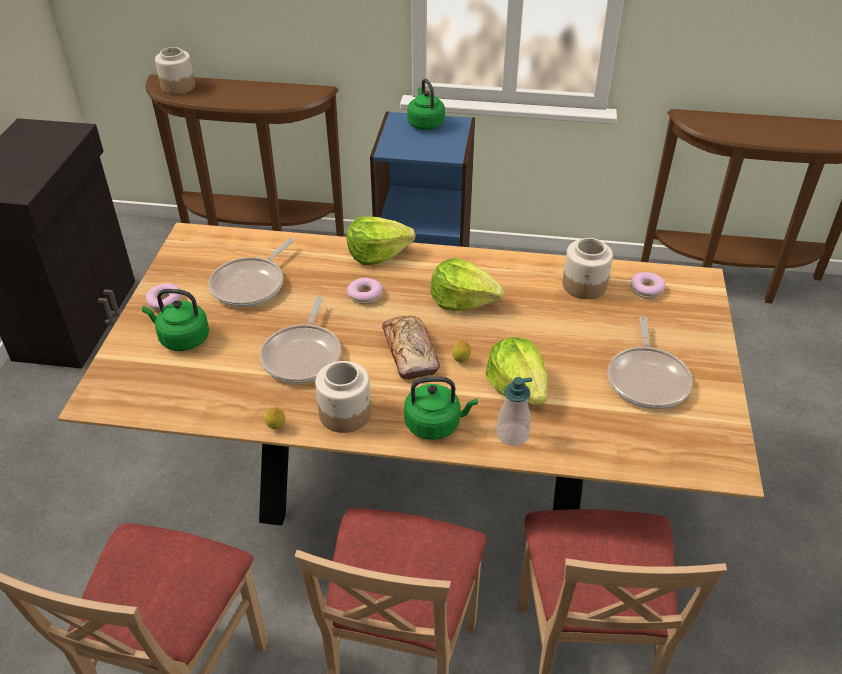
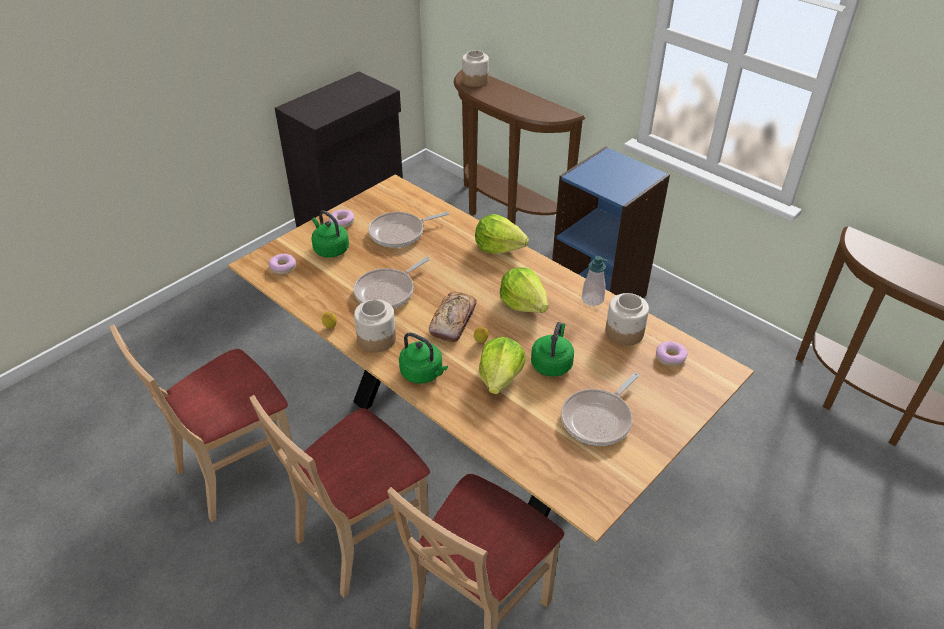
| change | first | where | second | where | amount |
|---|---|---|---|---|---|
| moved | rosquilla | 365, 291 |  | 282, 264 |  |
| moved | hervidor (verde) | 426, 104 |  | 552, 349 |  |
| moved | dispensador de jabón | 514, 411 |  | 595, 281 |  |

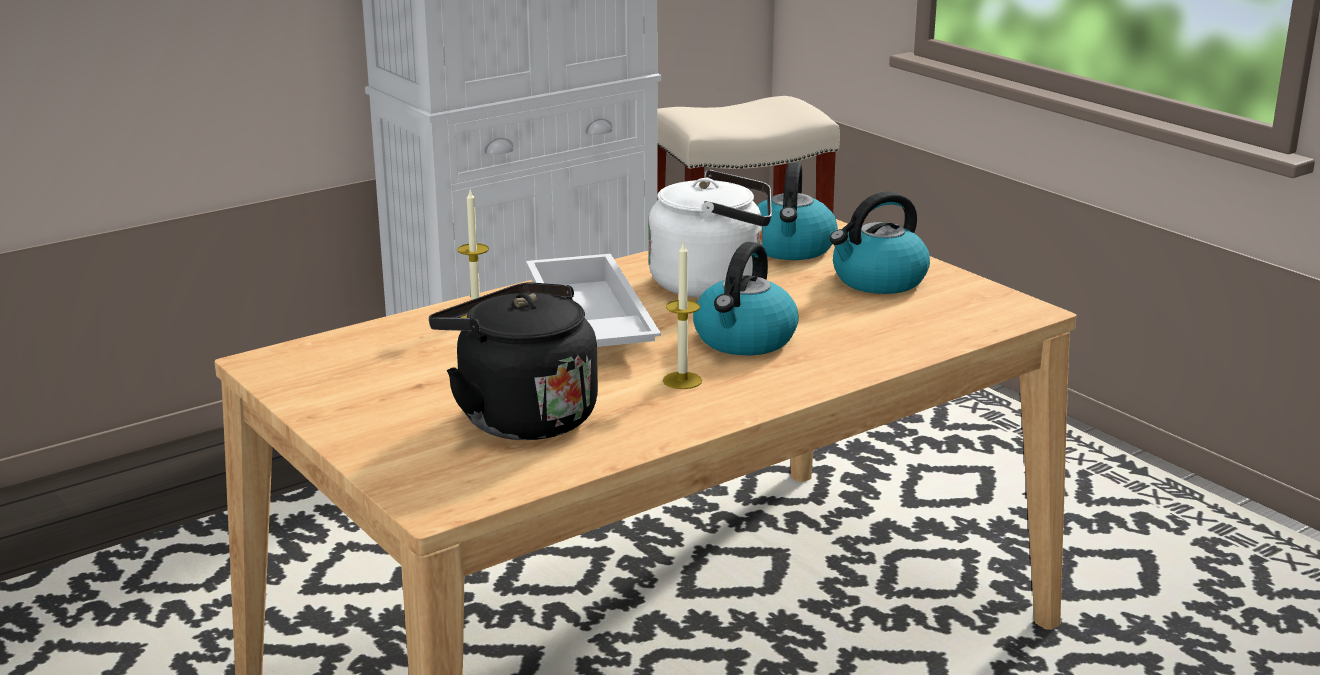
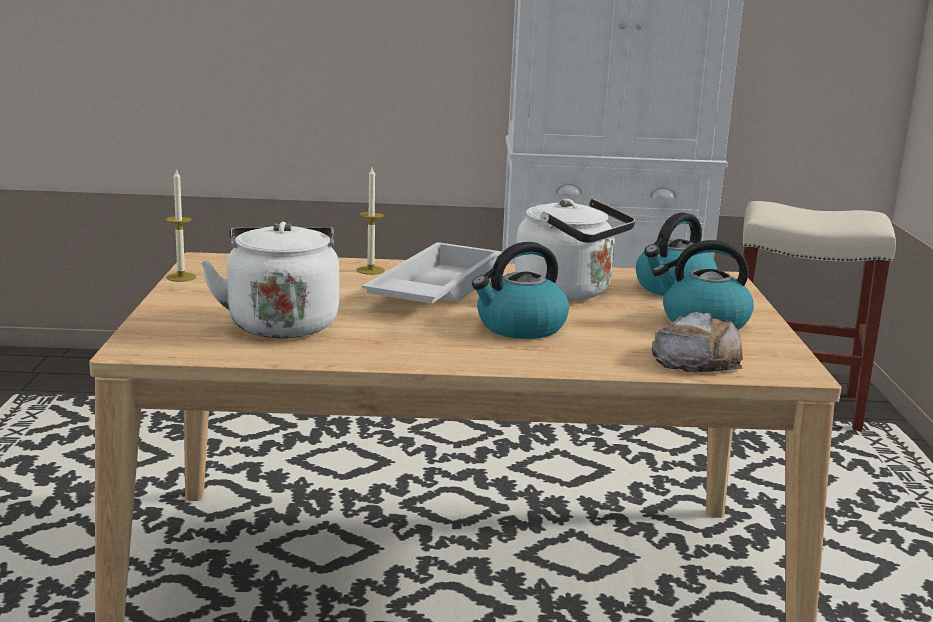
| change | first | where | second | where | amount |
|---|---|---|---|---|---|
| moved | vela | 682, 315 |  | 181, 225 |  |
| recoloured | hervidor (negro) | 513, 361 | hervidor (blanco) | 269, 280 |  |
| added |  |  | pan | 697, 342 |  |

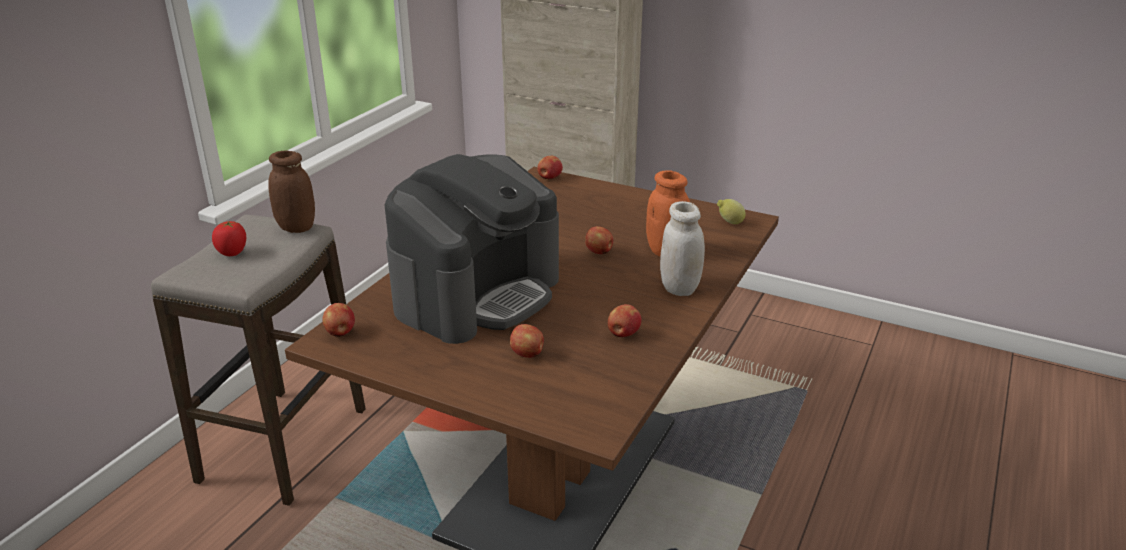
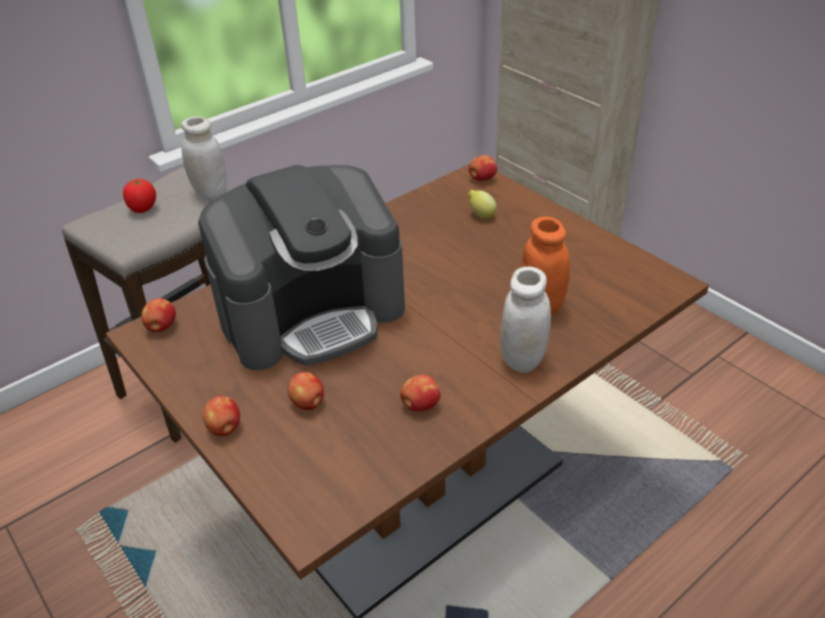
| change | first | where | second | where | amount |
|---|---|---|---|---|---|
| recoloured | tarro (marrón) | 291, 191 | tarro (blanco) | 204, 158 |  |
| moved | manzana | 599, 240 |  | 221, 416 |  |
| moved | limón | 731, 211 |  | 482, 204 |  |

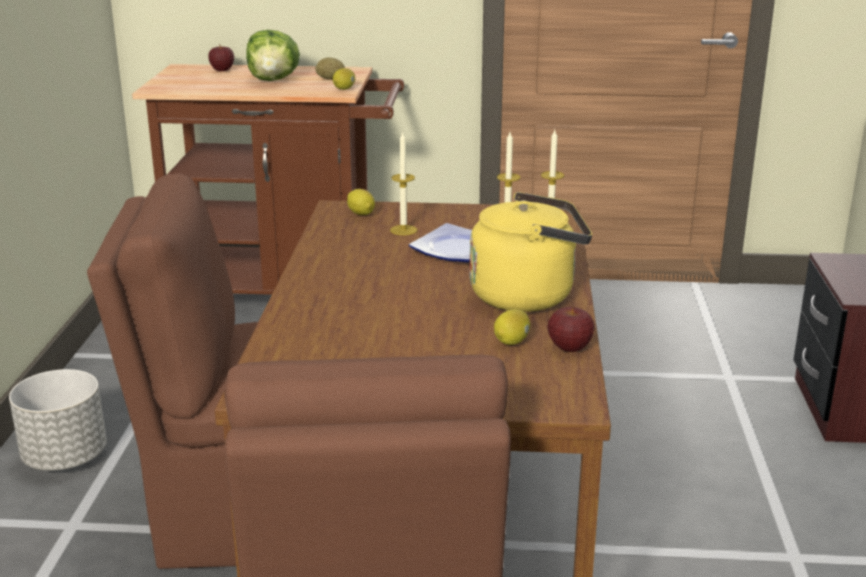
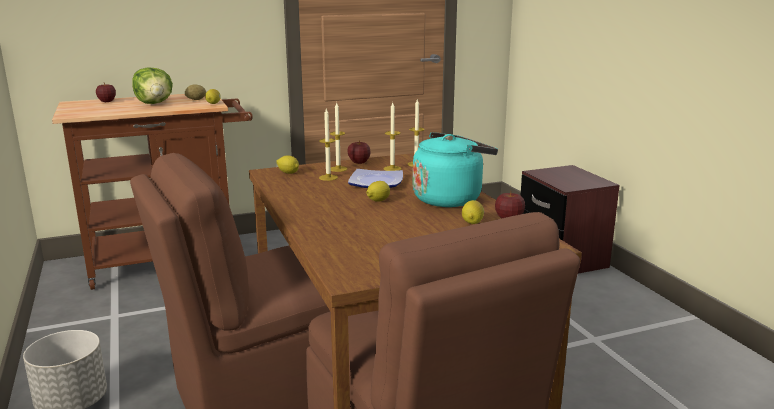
| change | first | where | second | where | amount |
|---|---|---|---|---|---|
| added |  |  | vela | 338, 137 |  |
| added |  |  | manzana | 359, 152 |  |
| added |  |  | limón | 378, 191 |  |
| recoloured | hervidor (amarillo) | 531, 252 | hervidor (turquesa) | 455, 169 |  |

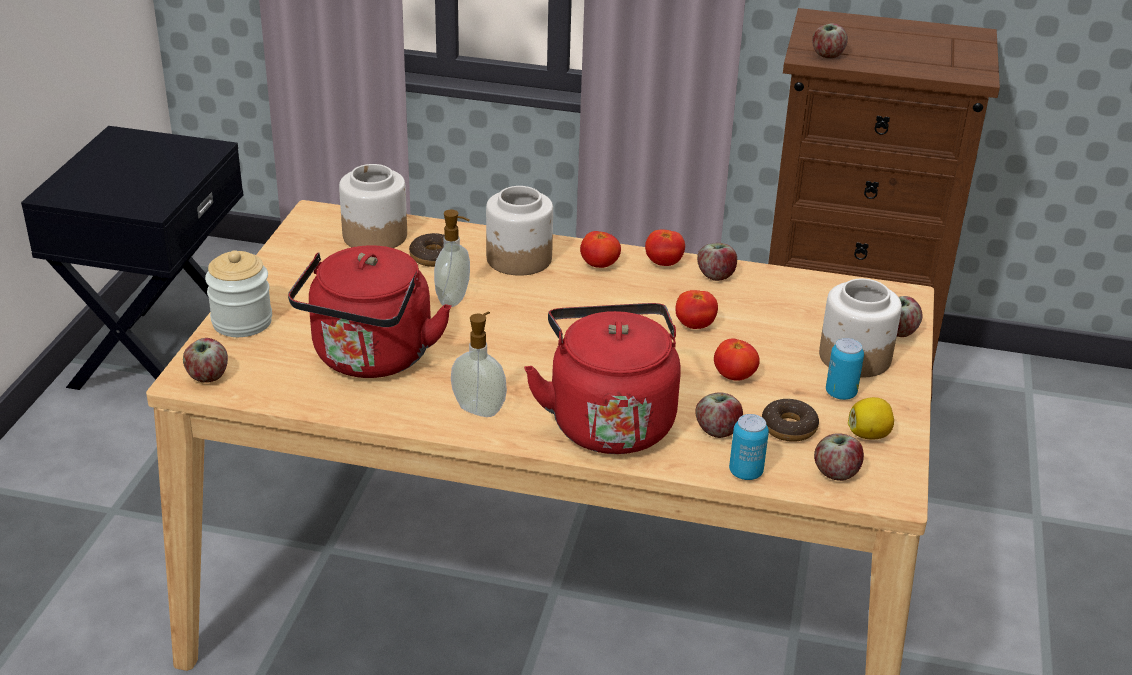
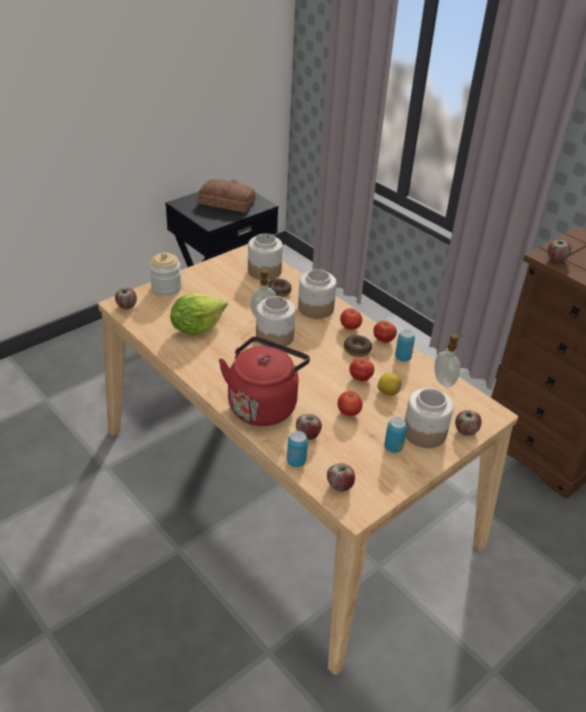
| change | first | where | second | where | amount |
|---|---|---|---|---|---|
| replaced | hervidor (rojo) | 370, 311 | lechuga | 198, 314 |  |
| added |  |  | pan | 227, 195 |  |
| added |  |  | tarro | 275, 321 |  |
| moved | rosquilla | 790, 420 |  | 358, 346 |  |
| moved | limón | 871, 418 |  | 390, 384 |  |
| replaced | manzana | 717, 262 | lata | 405, 345 |  |
| moved | dispensador de jabón | 479, 364 |  | 448, 360 |  |

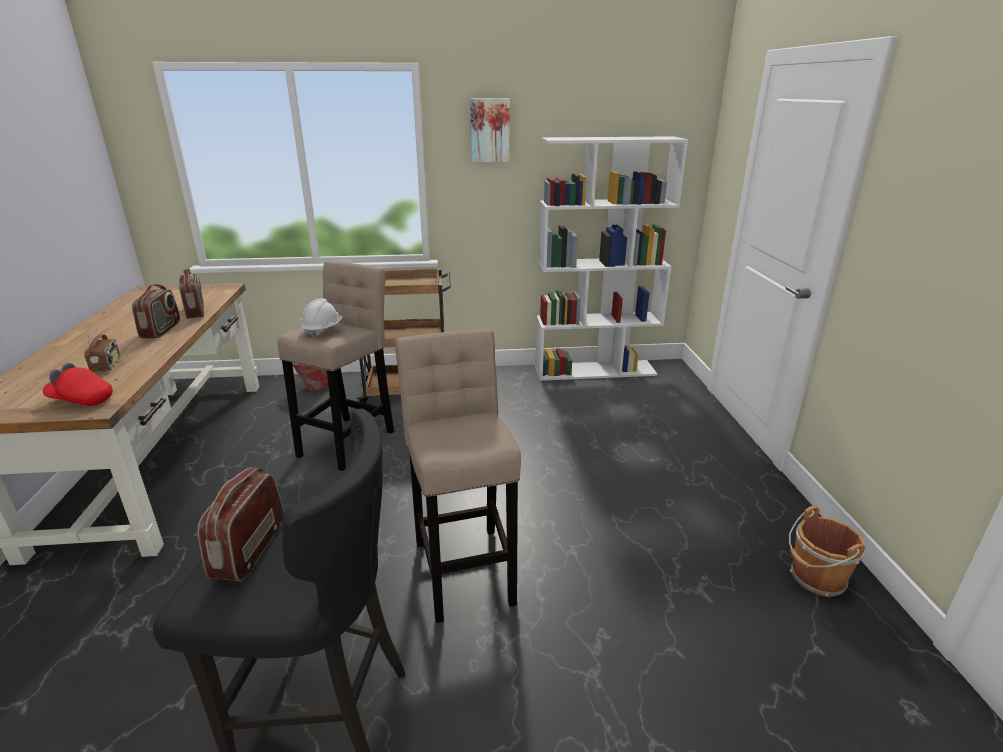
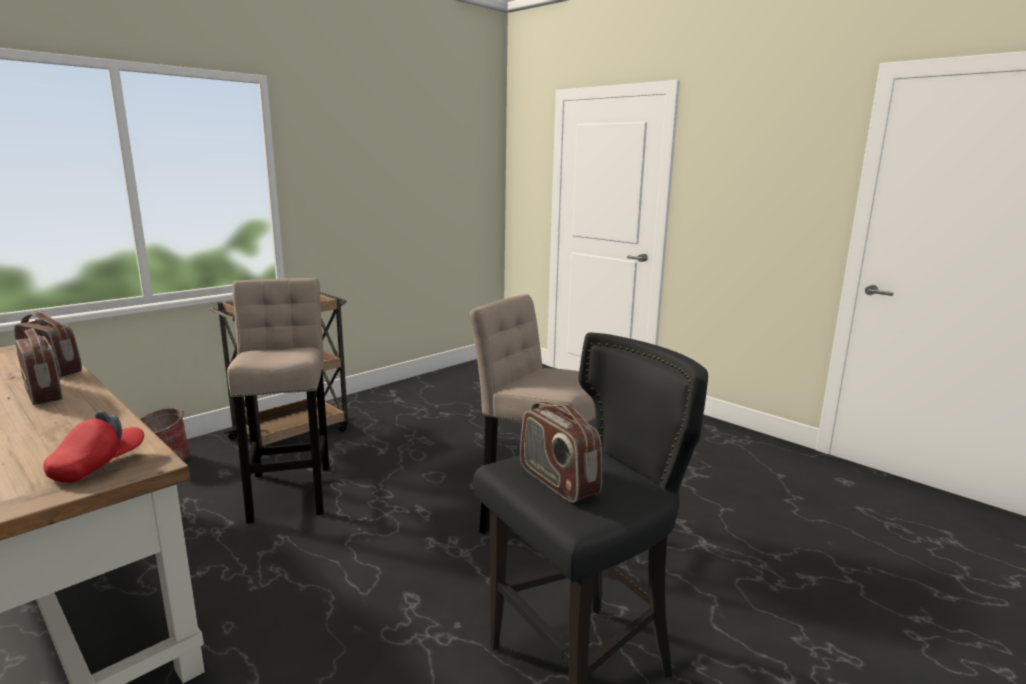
| change | first | where | second | where | amount |
|---|---|---|---|---|---|
| turned | gorra (rojo) | 78, 384 |  | 93, 446 | 150 degrees clockwise |
| removed | radio | 102, 348 |  |  |  |
| removed | casco (blanco) | 321, 319 |  |  |  |
| removed | cuadro | 490, 130 |  |  |  |
| removed | estantería (blanco) | 611, 258 |  |  |  |
| removed | cubo (marrón) | 827, 551 |  |  |  |

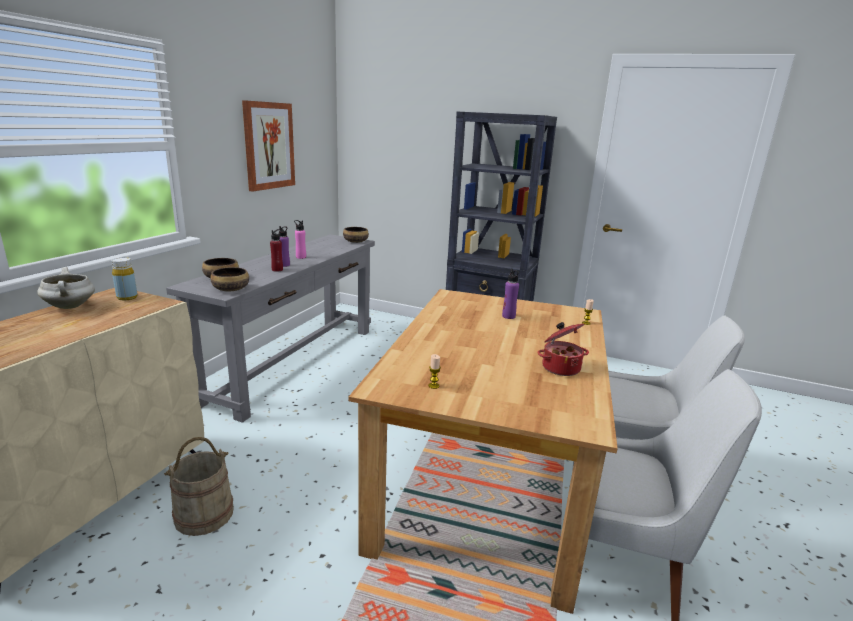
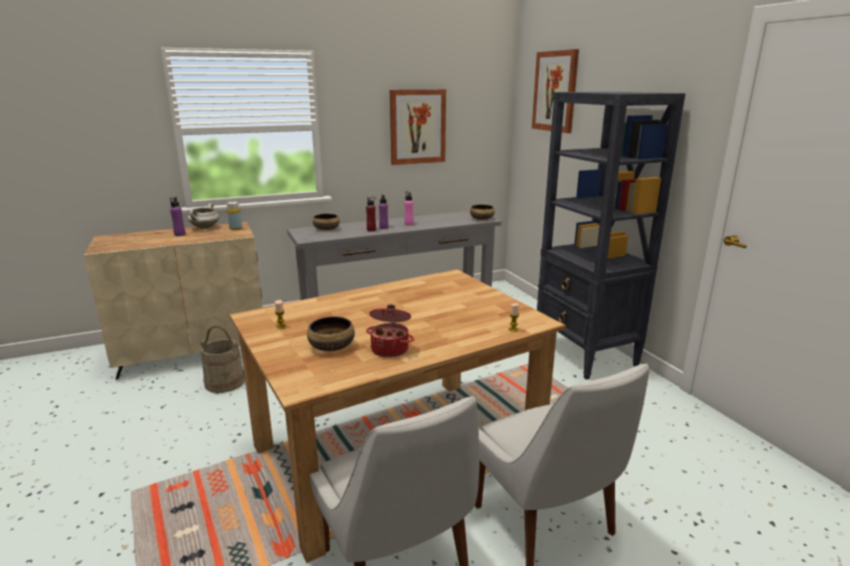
| change | first | where | second | where | amount |
|---|---|---|---|---|---|
| moved | botella (morado) | 510, 294 |  | 178, 216 |  |
| moved | cuenco | 229, 279 |  | 331, 333 |  |
| added |  |  | cuadro | 555, 91 |  |

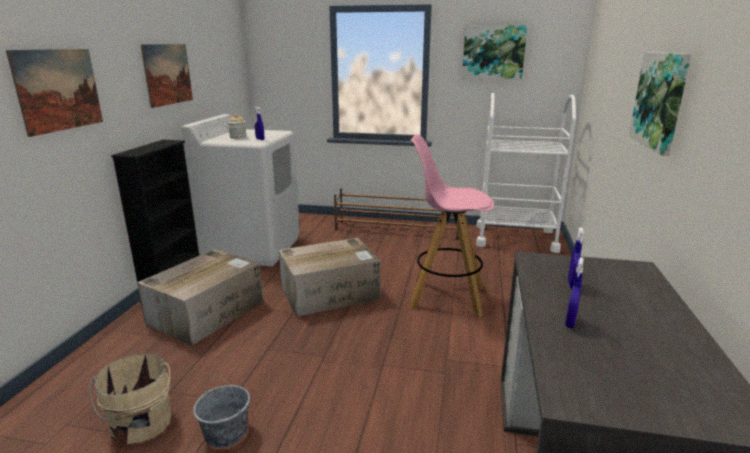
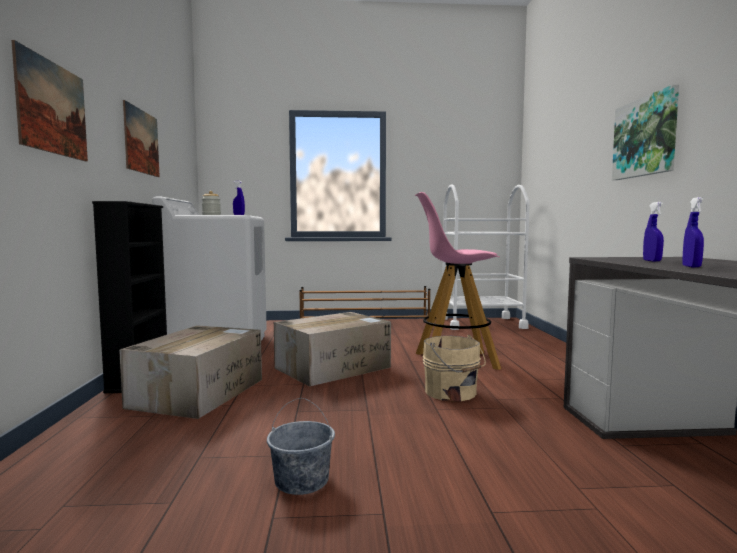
| change | first | where | second | where | amount |
|---|---|---|---|---|---|
| moved | cubo (beis) | 130, 398 |  | 454, 368 |  |
| removed | cuadro | 495, 52 |  |  |  |

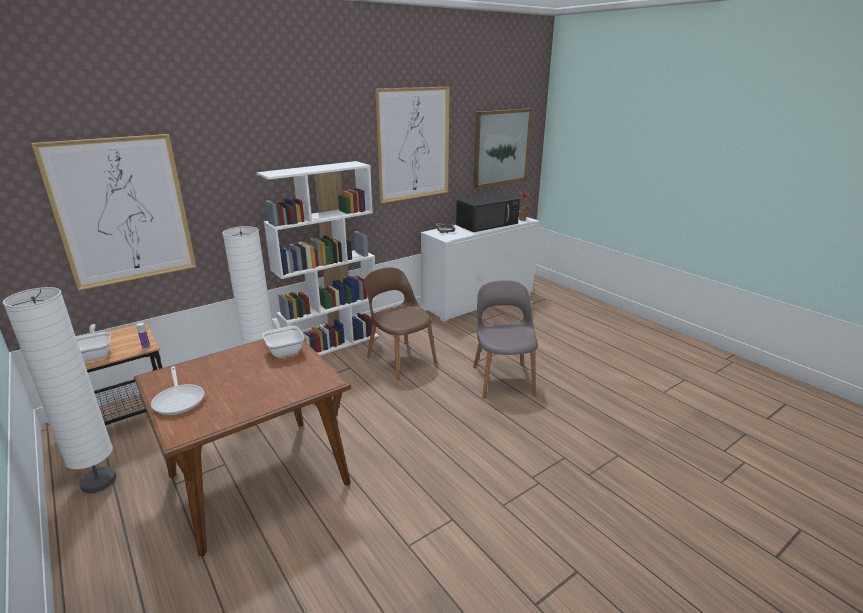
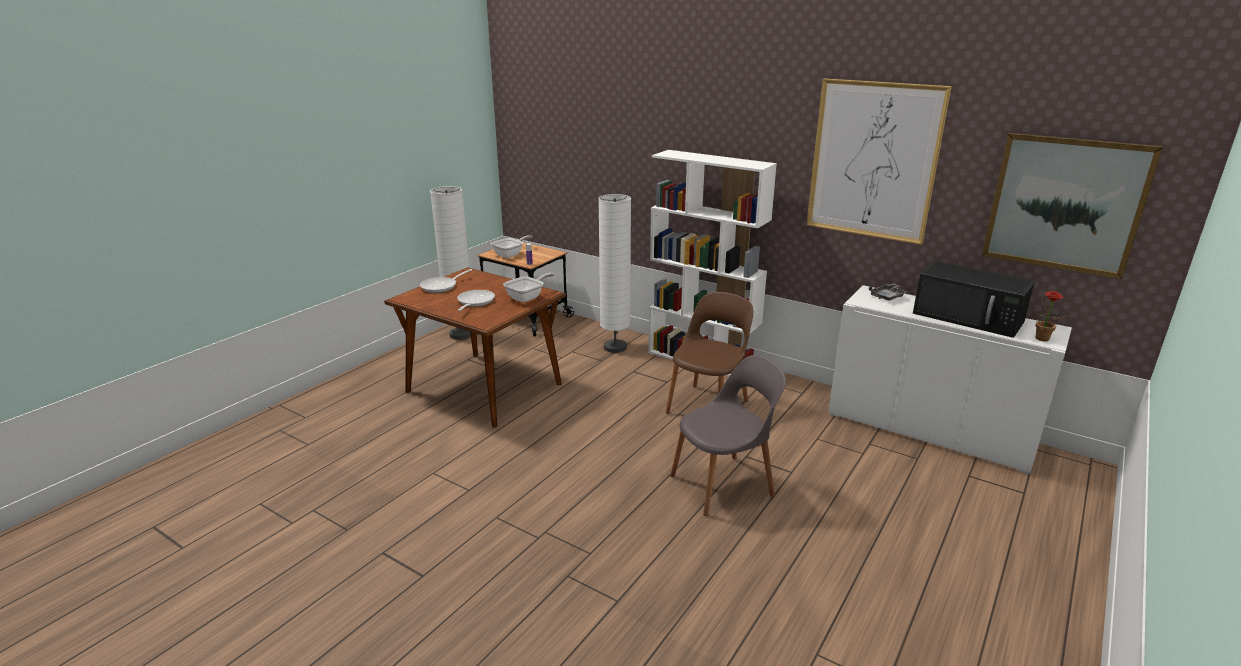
| change | first | where | second | where | amount |
|---|---|---|---|---|---|
| added |  |  | sartén | 476, 300 |  |
| removed | cuadro | 113, 212 |  |  |  |

